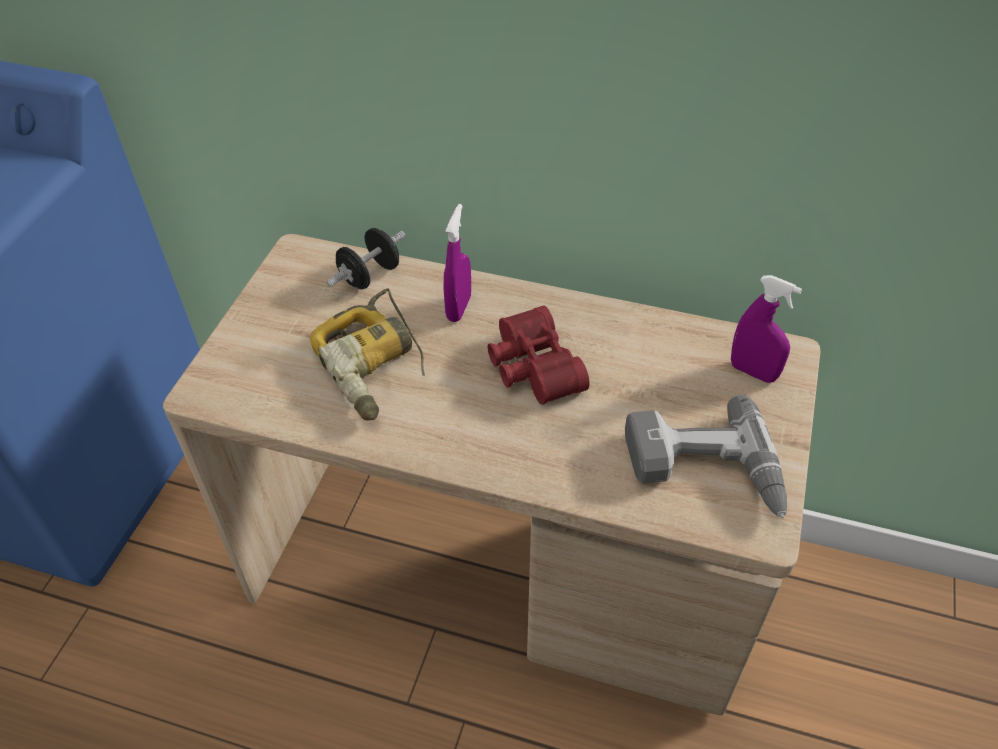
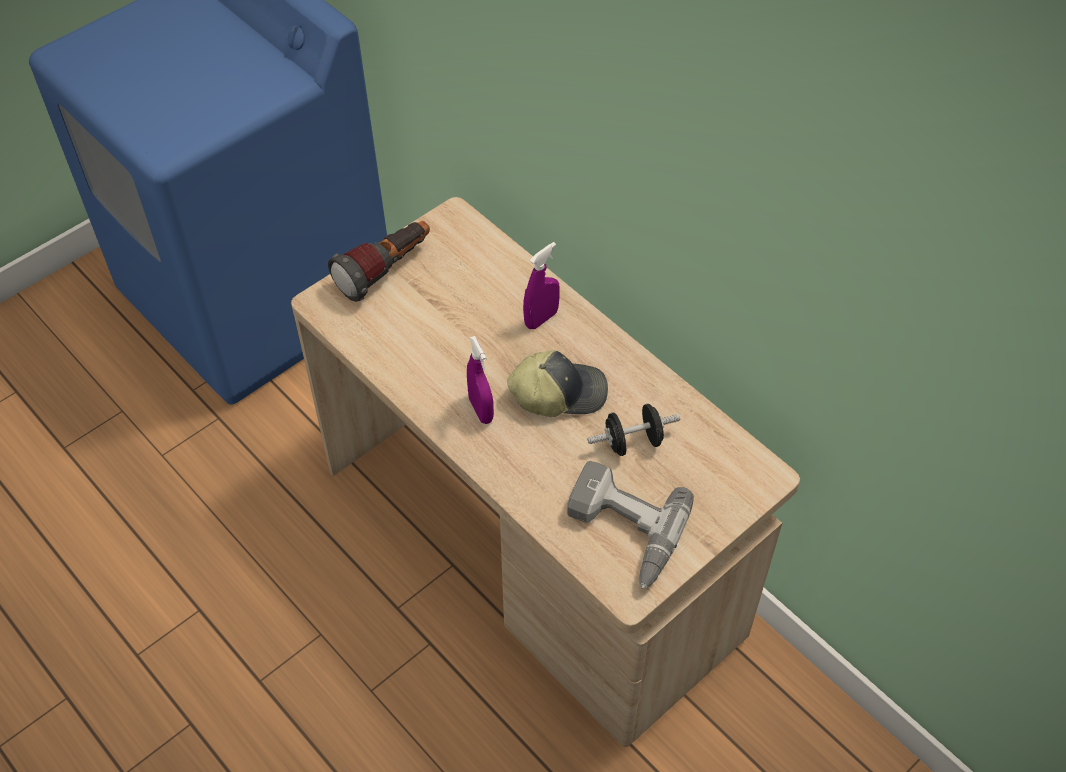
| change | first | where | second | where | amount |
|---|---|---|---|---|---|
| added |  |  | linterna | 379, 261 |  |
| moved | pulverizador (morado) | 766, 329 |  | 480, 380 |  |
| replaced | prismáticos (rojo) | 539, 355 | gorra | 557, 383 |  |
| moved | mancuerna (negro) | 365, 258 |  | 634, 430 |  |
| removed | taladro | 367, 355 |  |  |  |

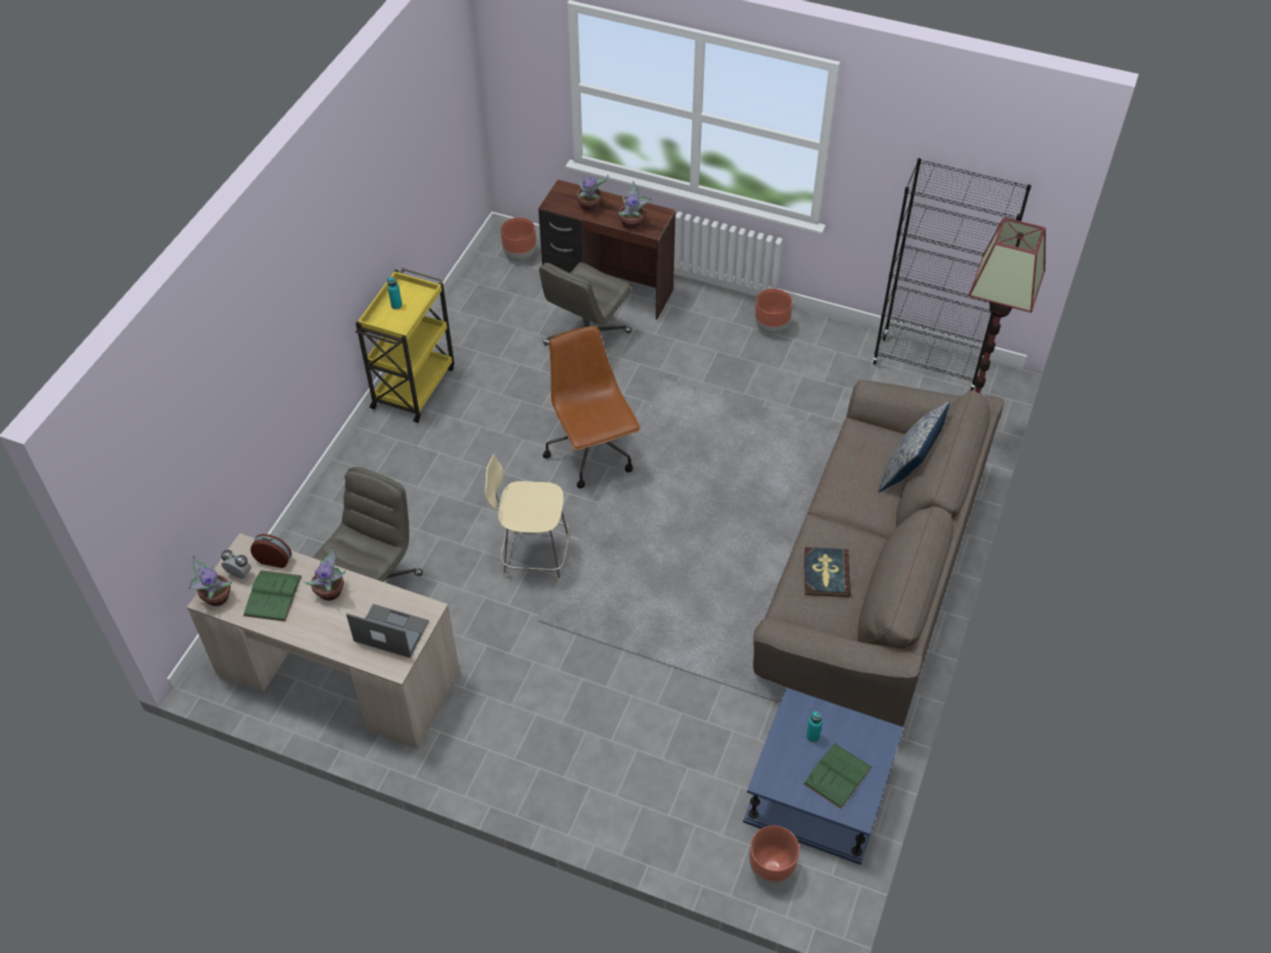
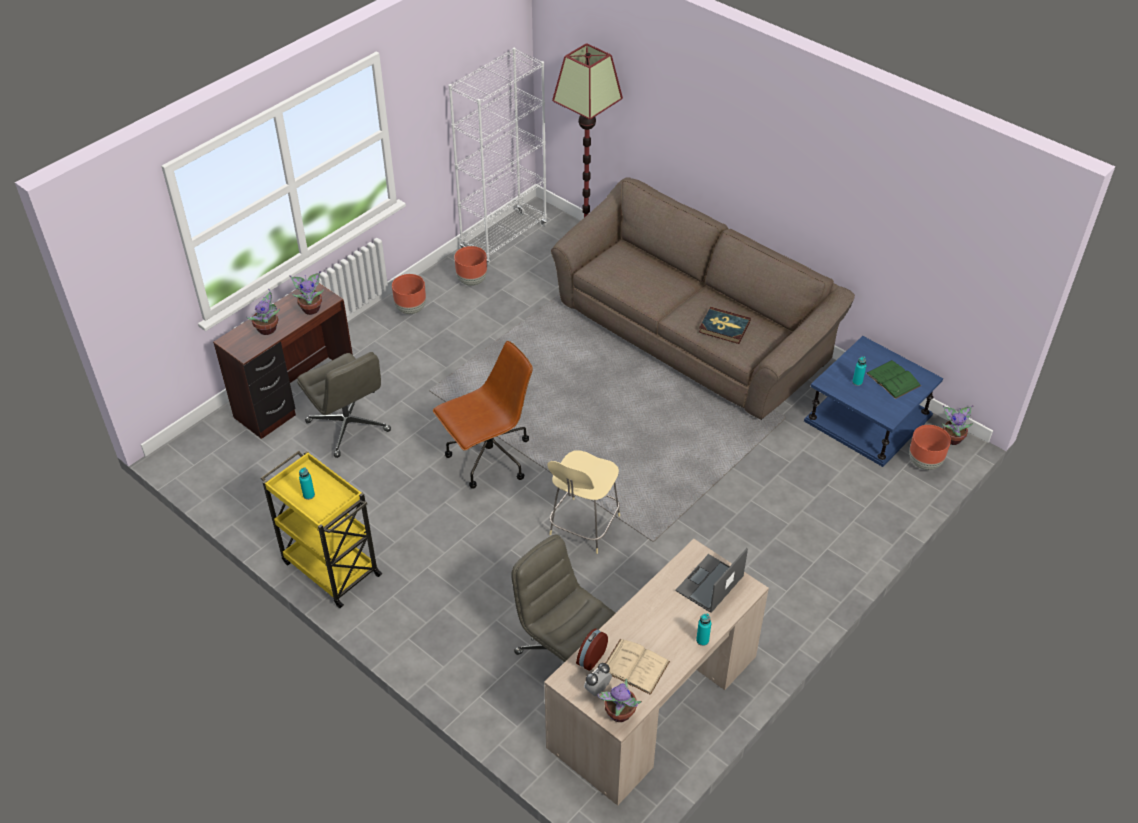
| change | first | where | second | where | amount |
|---|---|---|---|---|---|
| turned | silla de oficina (marrón) | 591, 407 |  | 483, 415 | 150 degrees clockwise |
| recoloured | estantería (negro) | 951, 274 | estantería (blanco) | 498, 157 |  |
| moved | maceta (marrón) | 518, 239 |  | 470, 266 |  |
| recoloured | libro (verde) | 272, 596 | libro (beis) | 638, 667 |  |
| added |  |  | botella (turquesa) | 703, 630 |  |
| moved | planta en maceta | 325, 573 |  | 958, 425 |  |
| removed | cojín | 914, 447 |  |  |  |

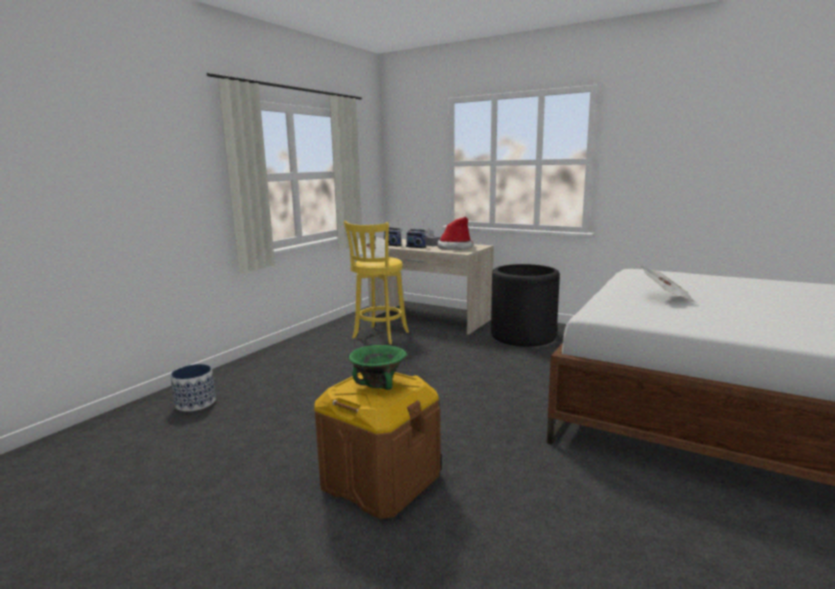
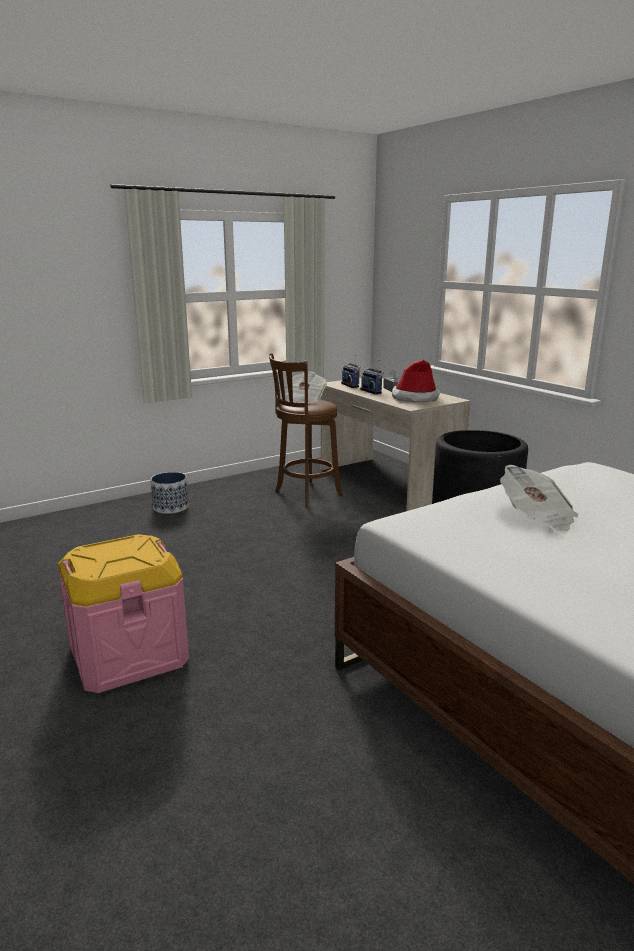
| change | first | where | second | where | amount |
|---|---|---|---|---|---|
| recoloured | caja de almacenaje (marrón) | 377, 445 | caja de almacenaje (rosa) | 123, 613 |  |
| moved | maceta | 193, 387 |  | 169, 493 |  |
| recoloured | taburete (amarillo) | 376, 282 | taburete (marrón) | 306, 430 |  |
| removed | cuenco (verde) | 378, 367 |  |  |  |

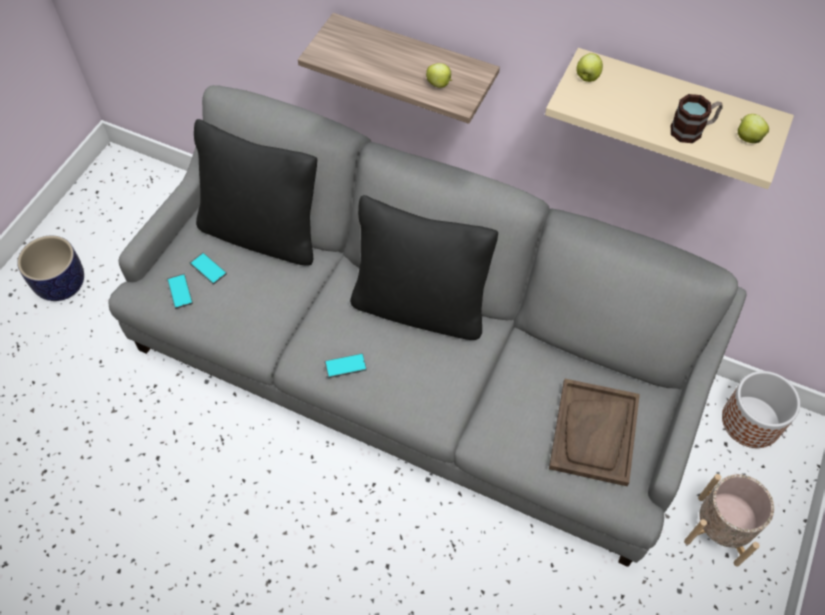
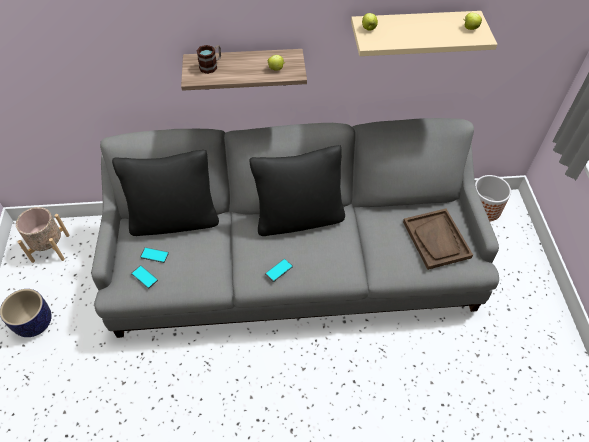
| change | first | where | second | where | amount |
|---|---|---|---|---|---|
| moved | maceta (beis) | 729, 520 |  | 43, 235 |  |
| moved | taza grande | 697, 118 |  | 208, 59 |  |

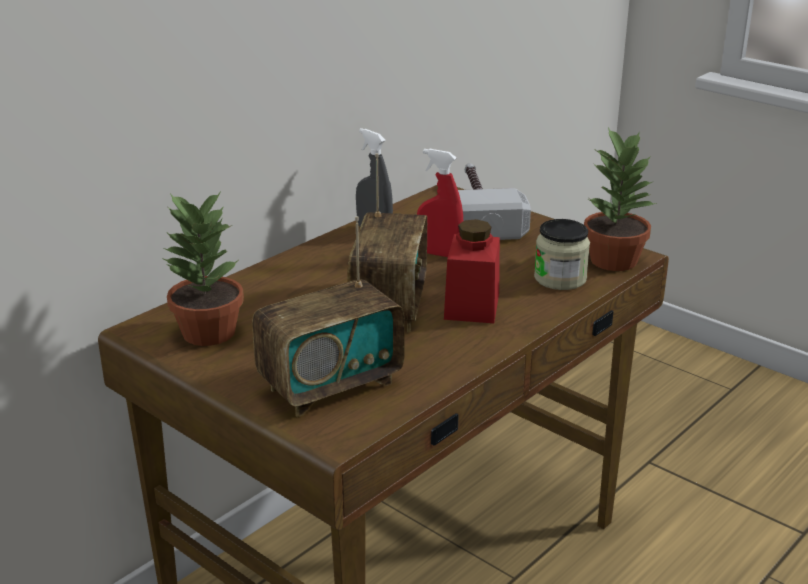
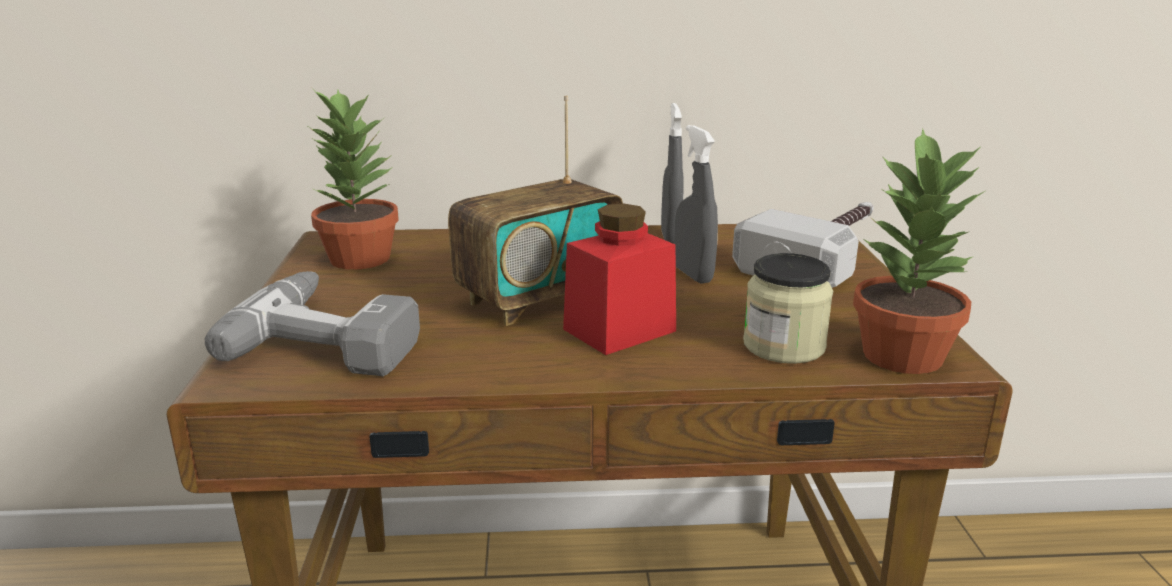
| change | first | where | second | where | amount |
|---|---|---|---|---|---|
| replaced | radio | 328, 316 | taladro | 312, 323 |  |
| recoloured | pulverizador (rojo) | 440, 203 | pulverizador (gris) | 696, 204 |  |

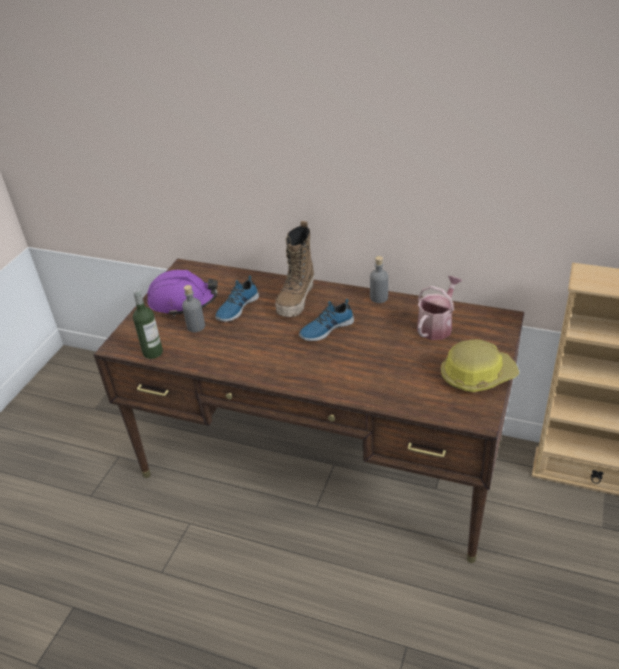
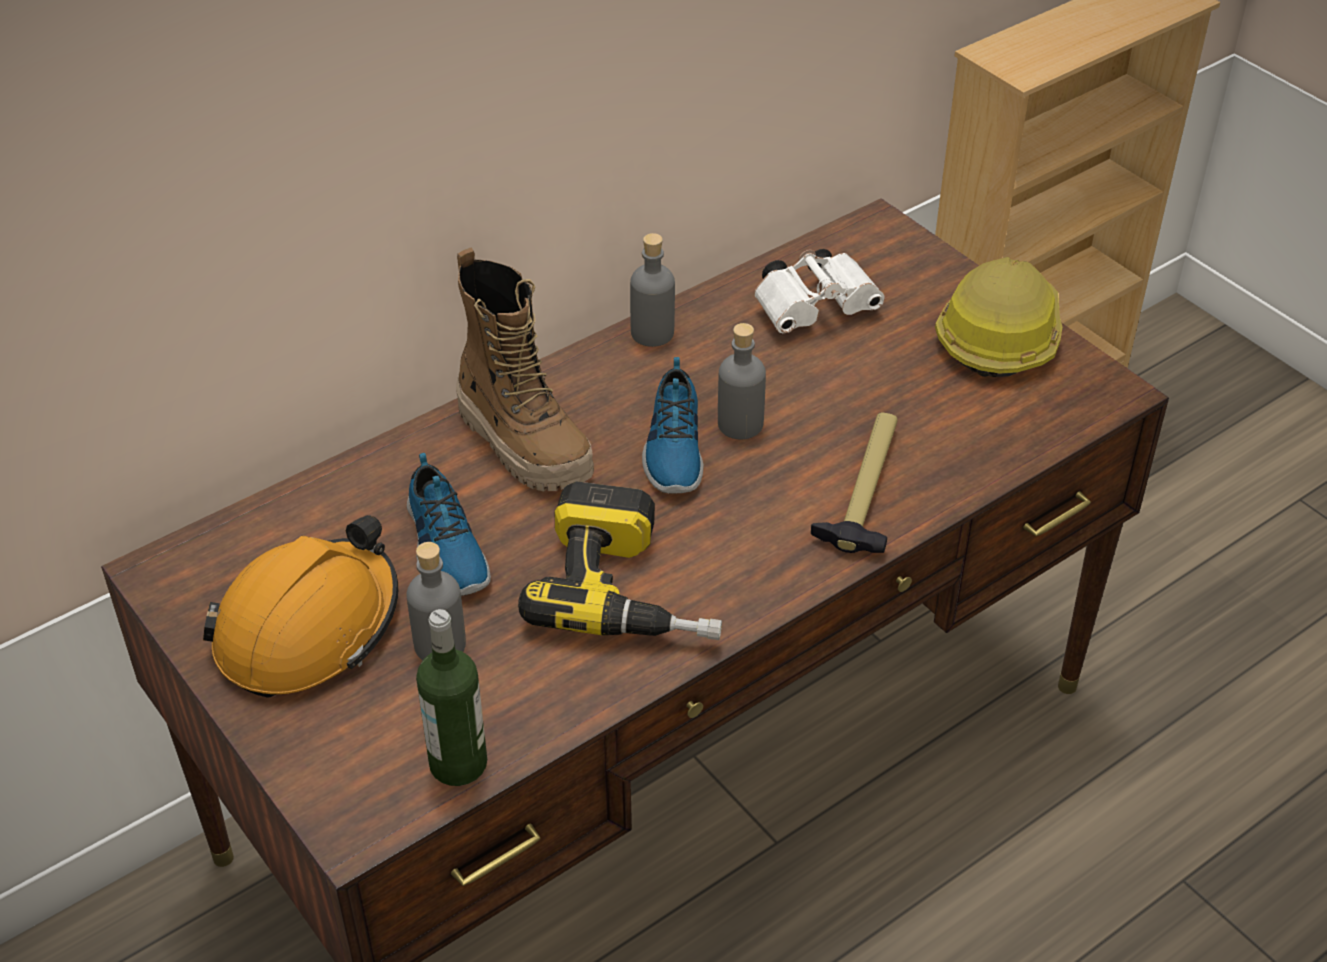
| change | first | where | second | where | amount |
|---|---|---|---|---|---|
| recoloured | casco (morado) | 182, 293 | casco (naranja) | 300, 606 |  |
| added |  |  | taladro | 620, 560 |  |
| added |  |  | botella (gris) | 742, 381 |  |
| replaced | regadera | 439, 308 | prismáticos (blanco) | 819, 291 |  |
| added |  |  | martillo | 854, 483 |  |

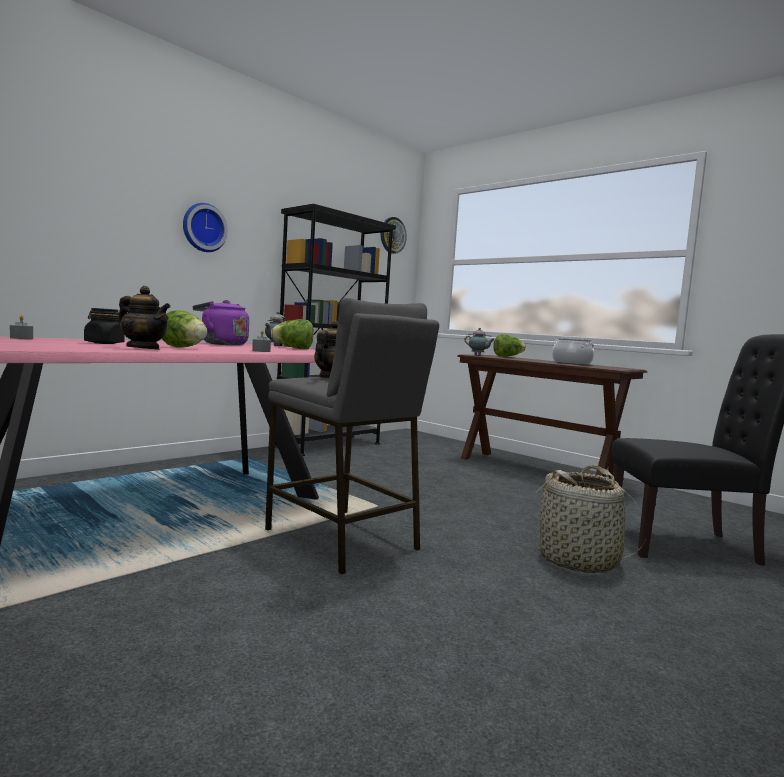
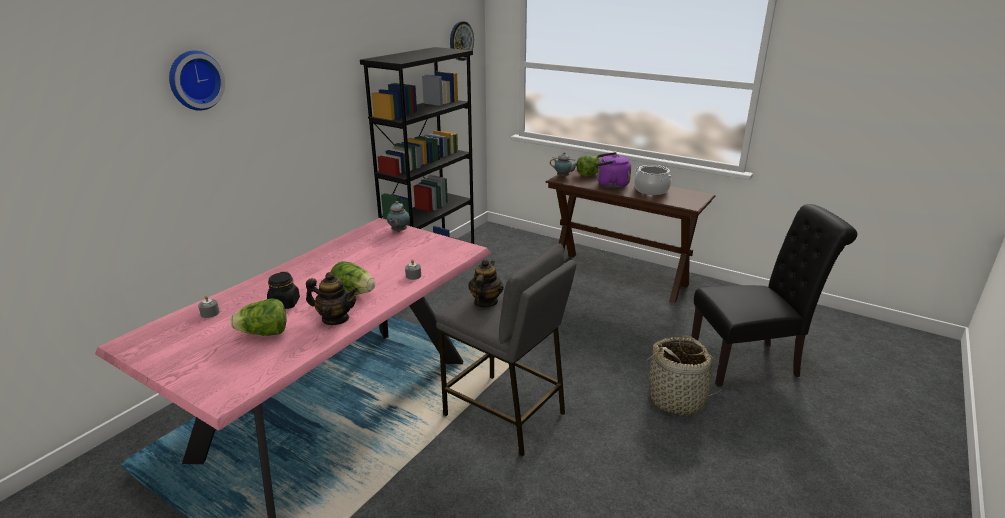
| change | first | where | second | where | amount |
|---|---|---|---|---|---|
| moved | reloj de pared | 205, 227 |  | 197, 80 |  |
| moved | lechuga | 292, 334 |  | 258, 317 |  |
| moved | hervidor (morado) | 221, 322 |  | 613, 170 |  |

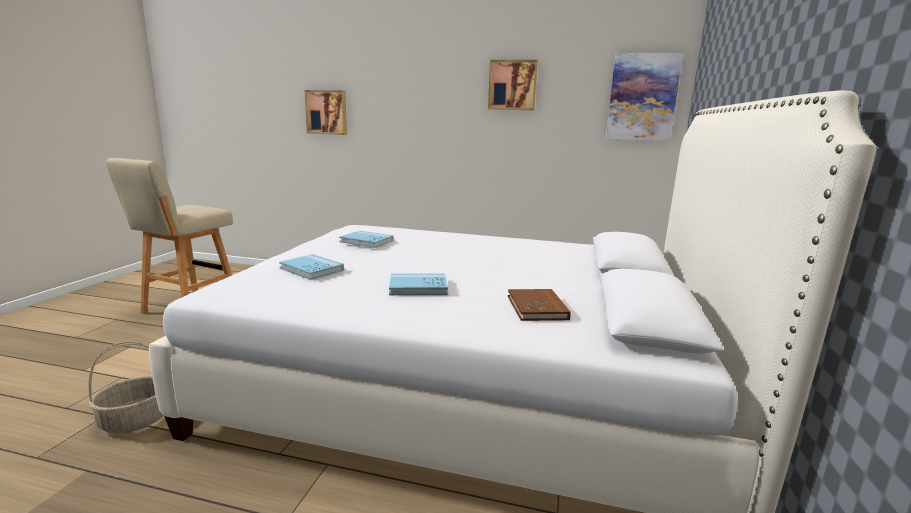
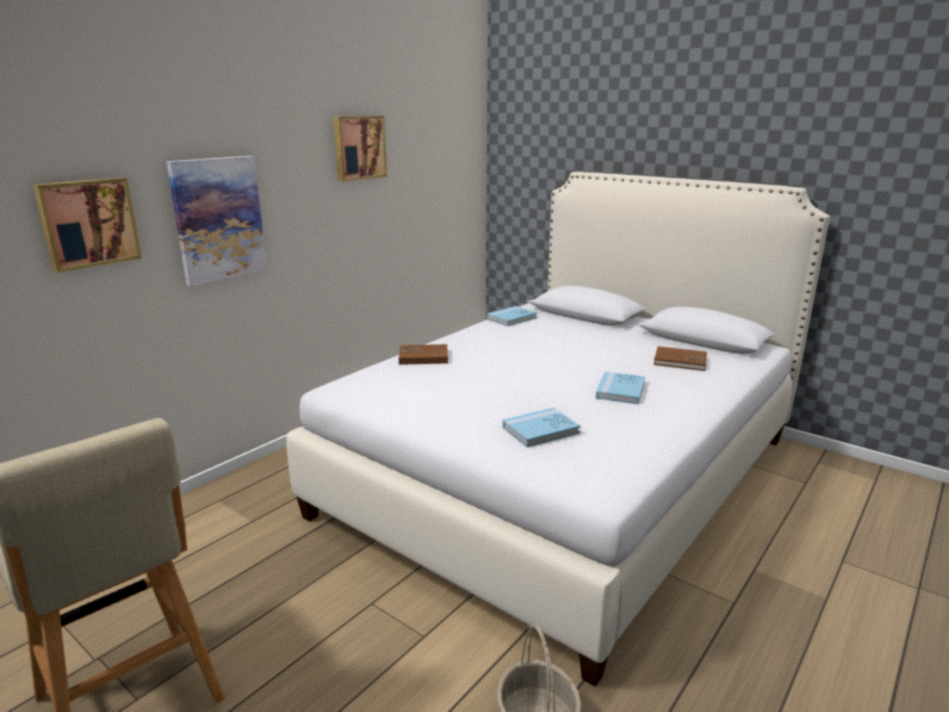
| change | first | where | second | where | amount |
|---|---|---|---|---|---|
| moved | cuadro | 644, 97 |  | 216, 221 |  |
| added |  |  | libro (marrón) | 423, 354 |  |
| moved | libro (azul) | 366, 239 |  | 512, 316 |  |

